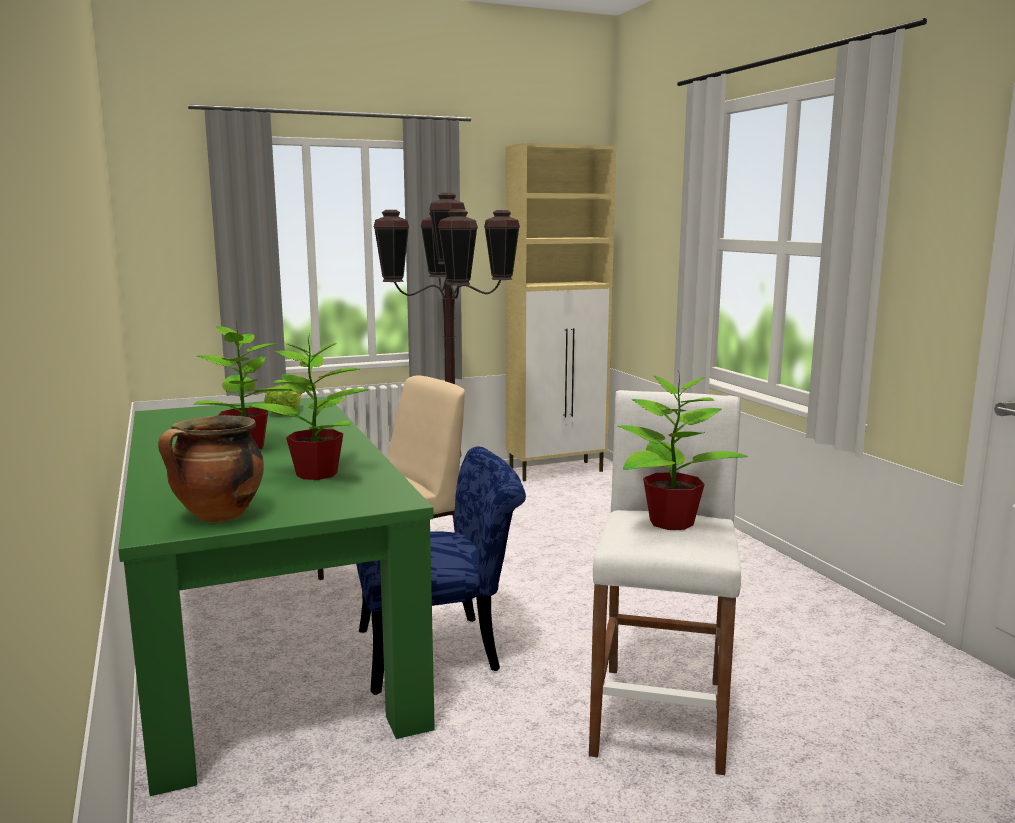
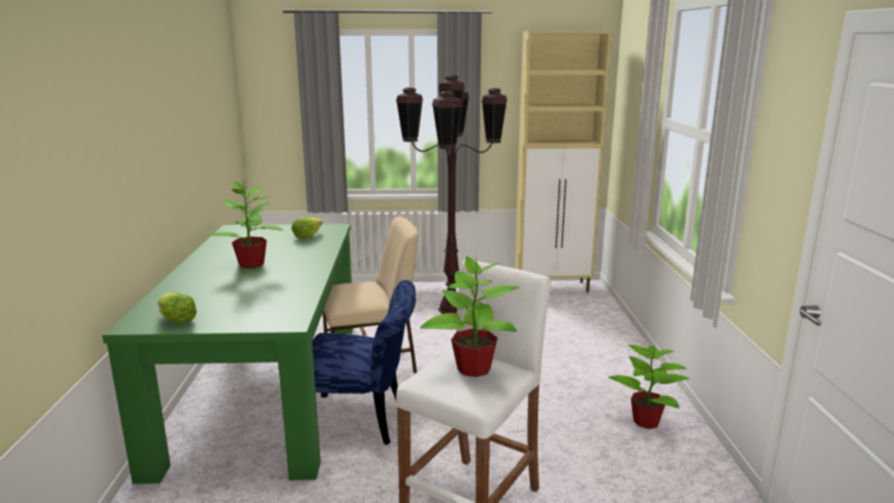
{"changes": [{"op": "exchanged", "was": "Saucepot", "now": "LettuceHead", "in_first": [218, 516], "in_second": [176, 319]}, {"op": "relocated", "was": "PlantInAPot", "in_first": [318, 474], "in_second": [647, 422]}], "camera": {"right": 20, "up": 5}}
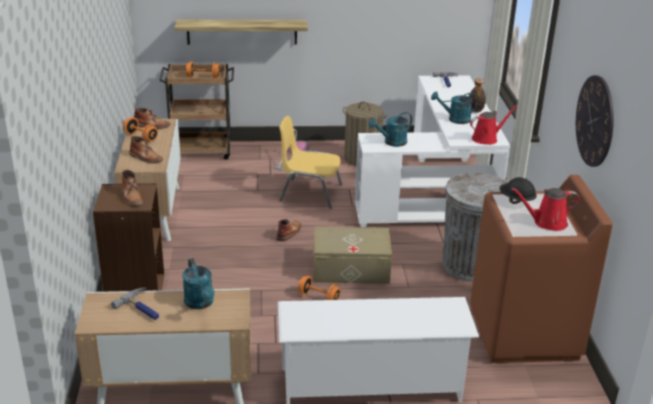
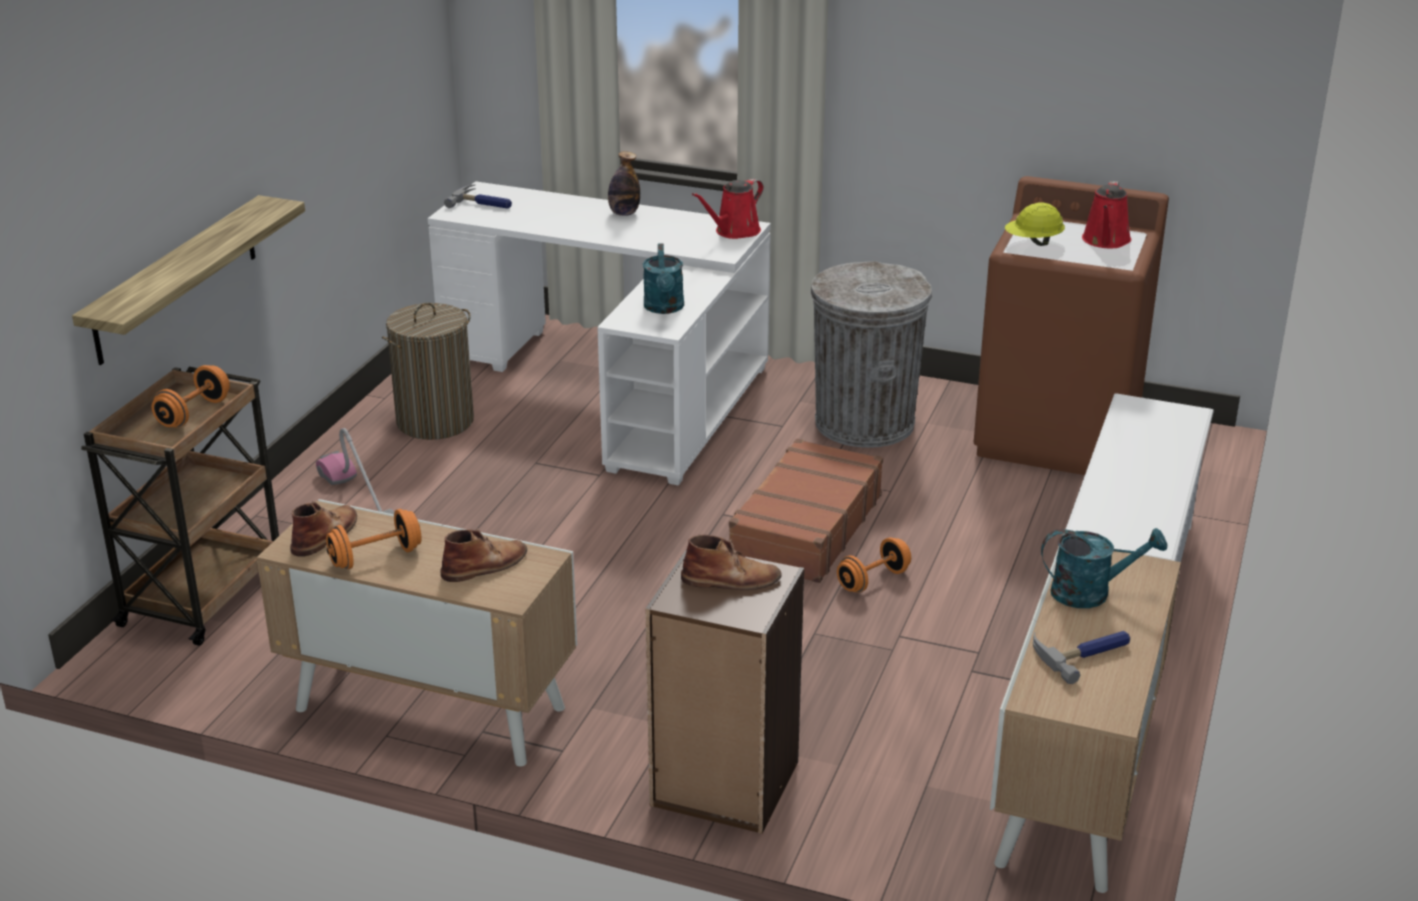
{"changes": [{"op": "spun", "was": "RedColouredSprinklingCan", "in_first": [487, 138], "in_second": [734, 232], "clockwise": -135}, {"op": "exchanged", "was": "BeigeColouredStorageBin", "now": "BrownColouredTravelCase", "in_first": [351, 269], "in_second": [805, 528]}, {"op": "colour", "was": "BlackColouredSafetyHelmet", "now": "YellowishSafetyHelmet", "in_first": [516, 201], "in_second": [1033, 242]}, {"op": "missing", "was": "BrownColouredTallBoot", "in_first": [289, 232]}, {"op": "missing", "was": "YellowishChair", "in_first": [309, 193]}, {"op": "missing", "was": "TurquoiseColouredSprinklingCan", "in_first": [455, 119]}, {"op": "missing", "was": "HangingClock", "in_first": [595, 121]}], "camera": {"right": -65, "up": 0}}
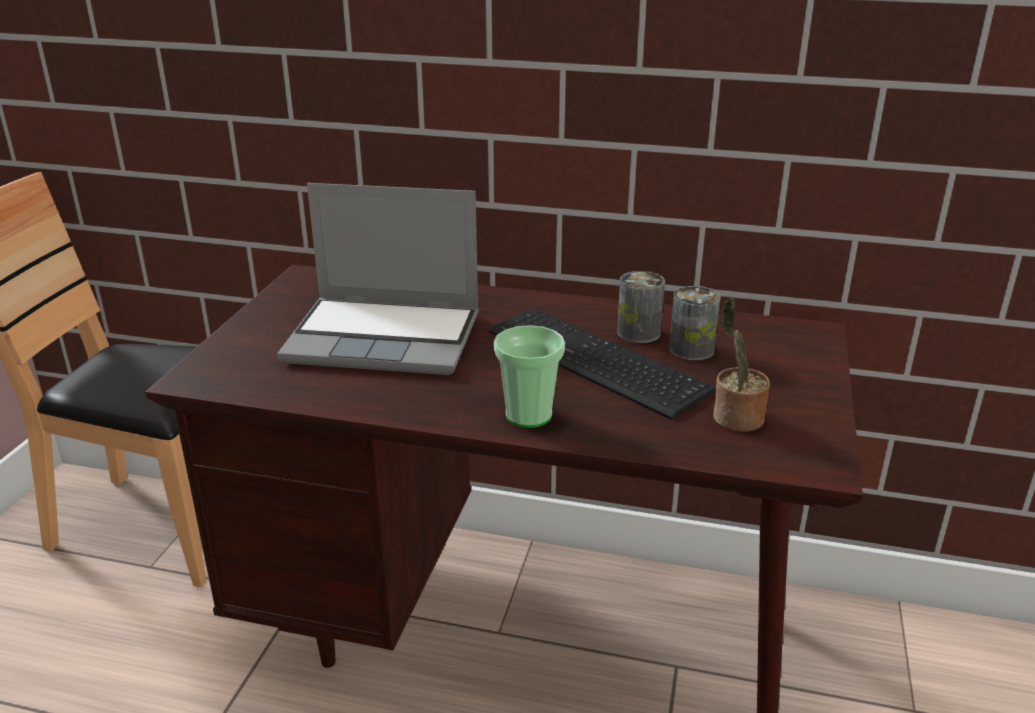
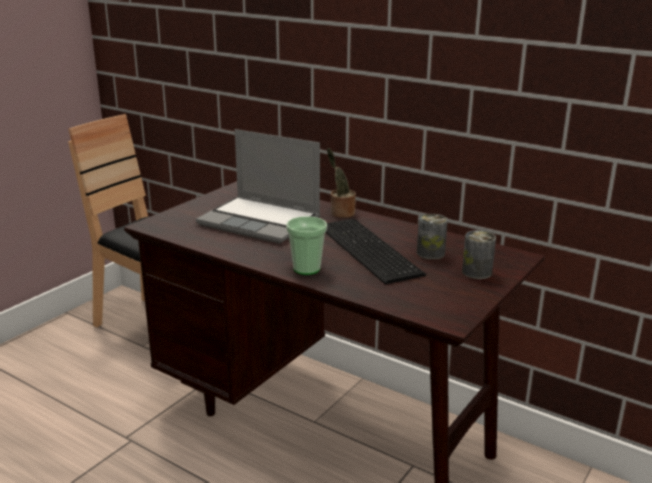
{"changes": [{"op": "relocated", "was": "PlantInAPot", "in_first": [735, 419], "in_second": [340, 213]}, {"op": "relocated", "was": "SealedCan", "in_first": [638, 332], "in_second": [477, 272]}], "camera": {"right": 20, "up": -5}}
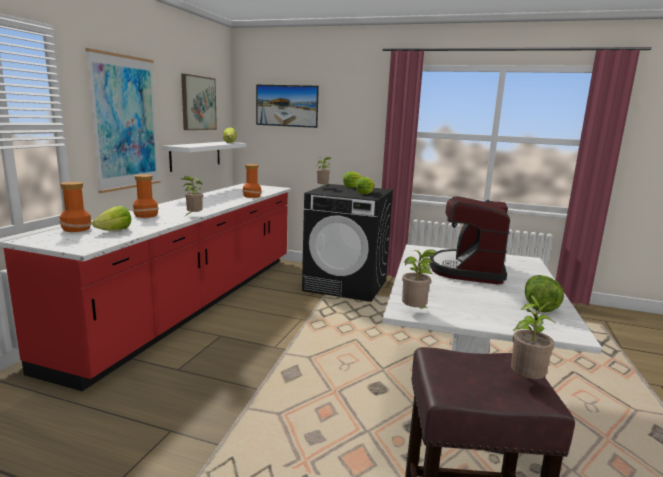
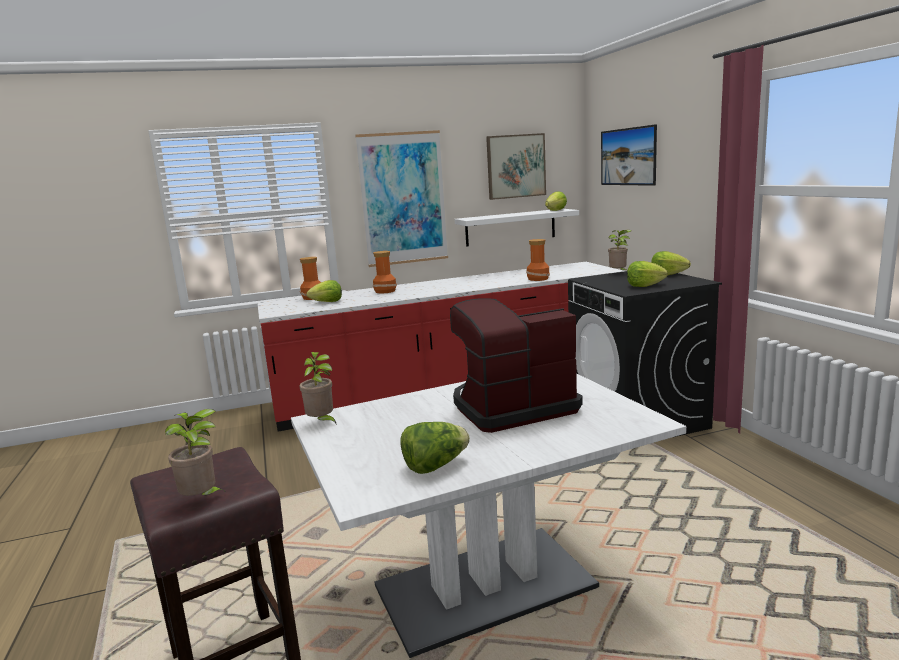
{"changes": [{"op": "missing", "was": "PlantInAPot", "in_first": [193, 216]}], "camera": {"right": 55, "up": 0}}
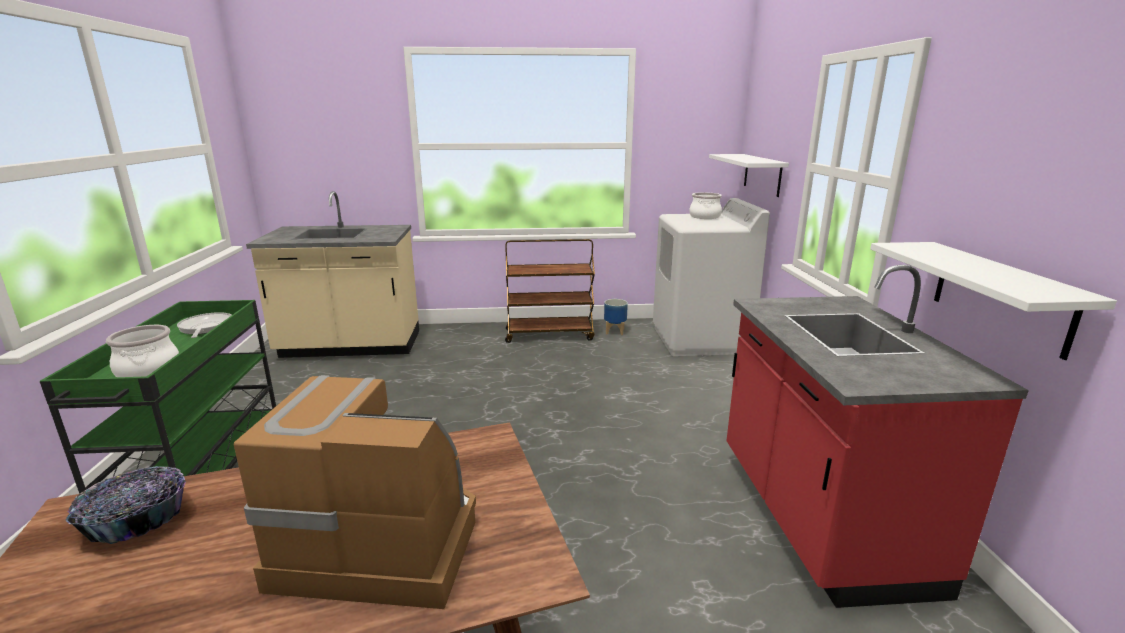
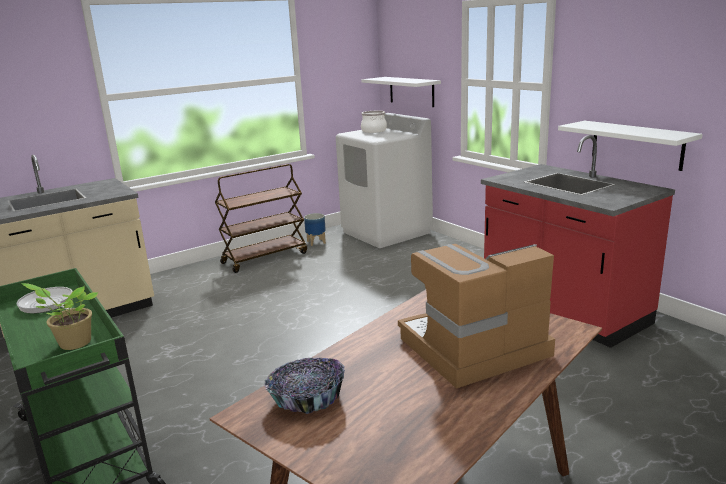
{"changes": [{"op": "exchanged", "was": "Saucepot", "now": "PlantInAPot", "in_first": [149, 370], "in_second": [72, 343]}], "camera": {"right": -30, "up": 0}}
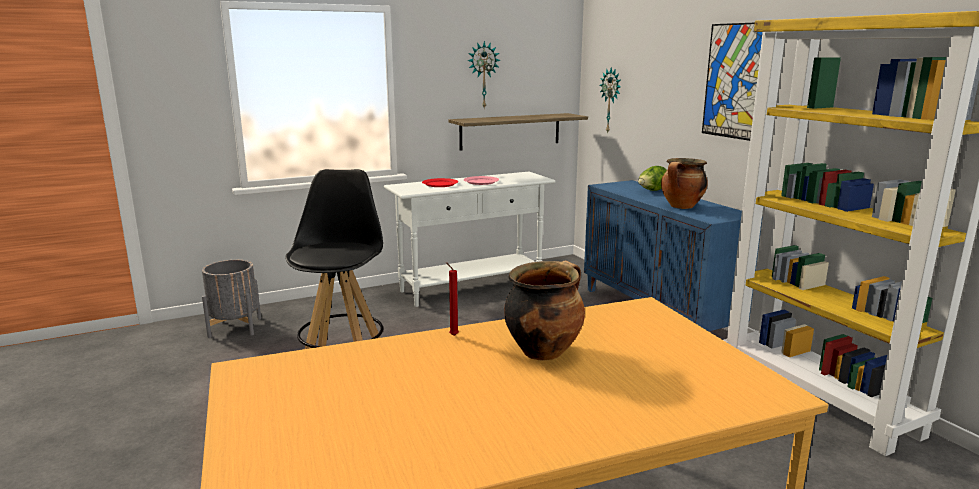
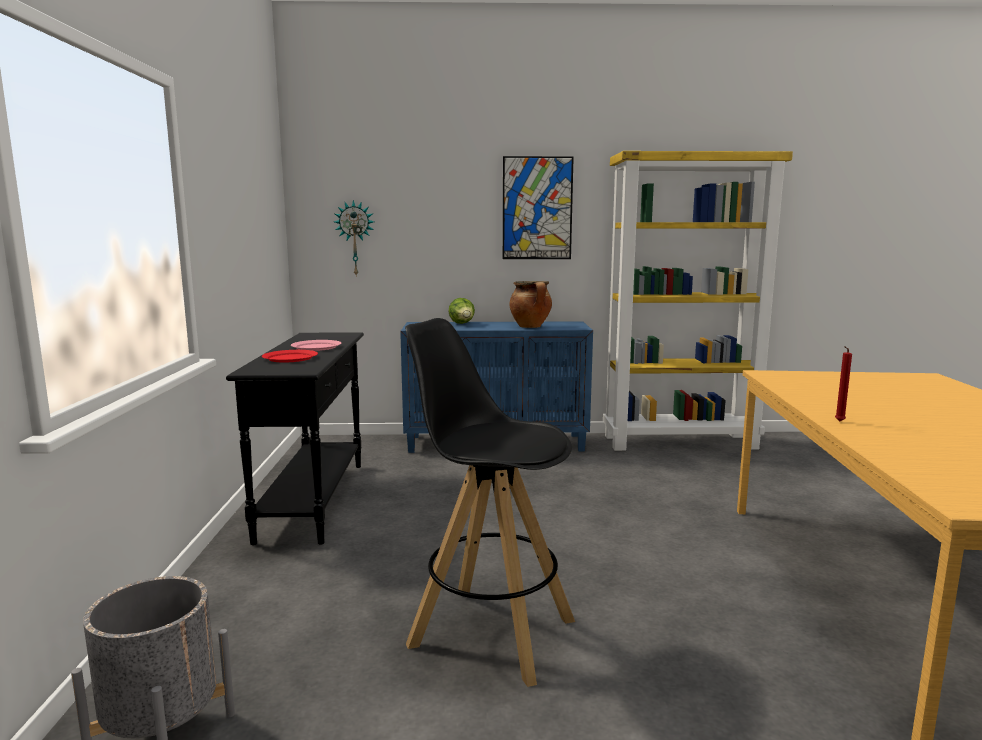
{"changes": [{"op": "colour", "was": "WhiteColouredNarrowTable", "now": "BlackColouredNarrowTable", "in_first": [472, 288], "in_second": [314, 500]}, {"op": "missing", "was": "WallShelf", "in_first": [510, 131]}, {"op": "missing", "was": "HangingClock", "in_first": [482, 75]}, {"op": "missing", "was": "Saucepot", "in_first": [543, 350]}], "camera": {"right": -65, "up": -5}}
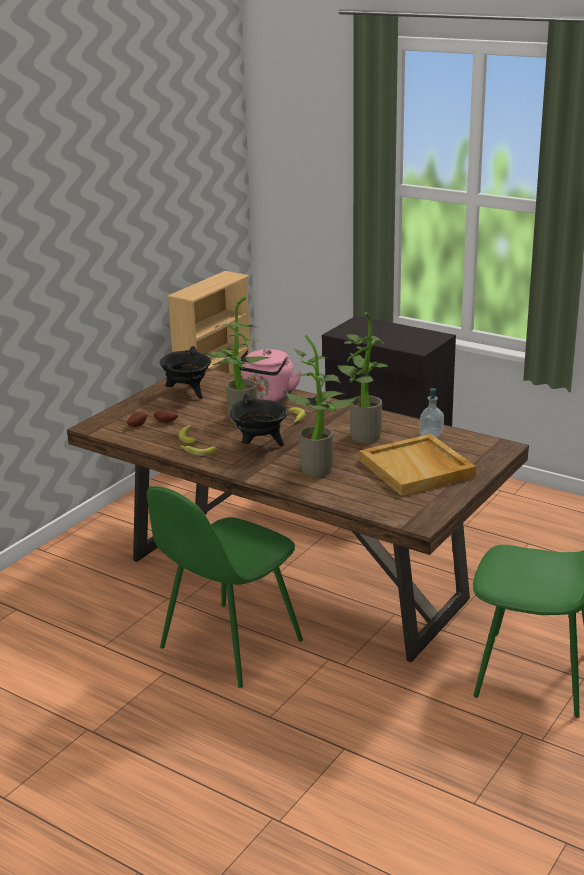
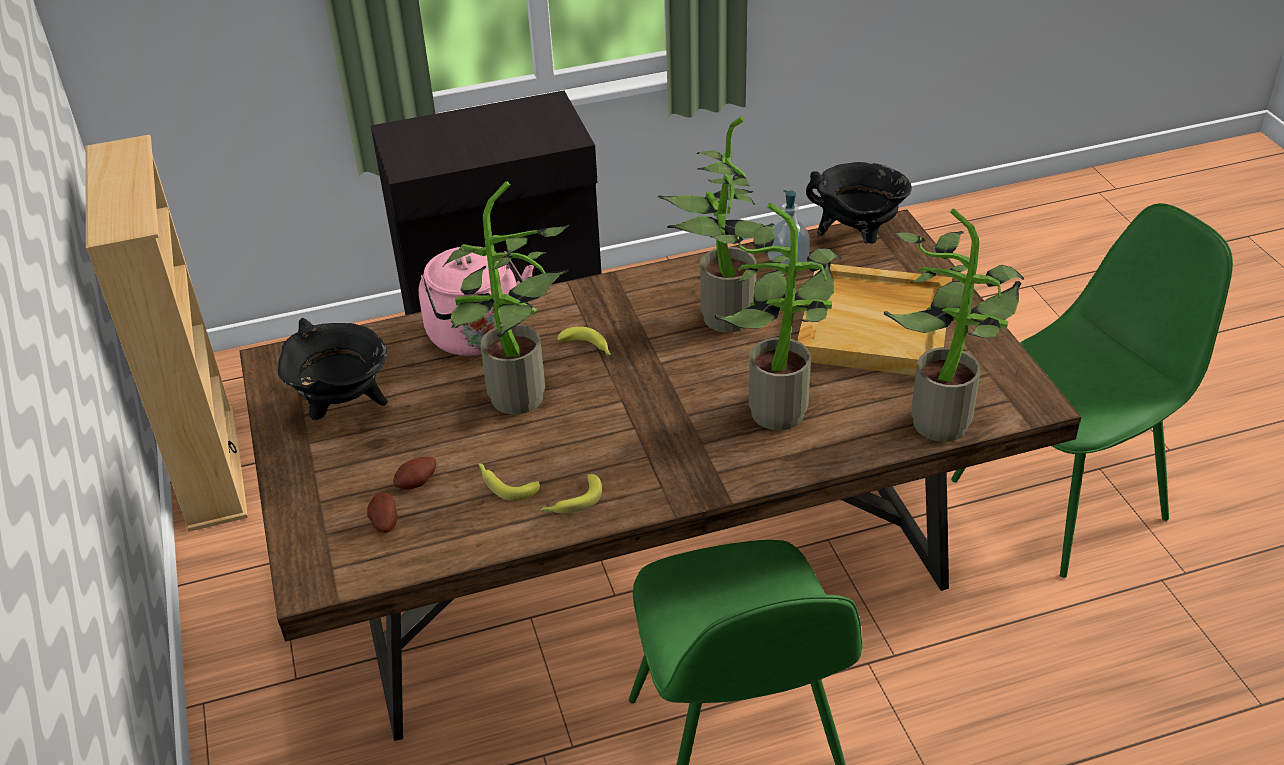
{"changes": [{"op": "relocated", "was": "BlackColouredSaucepot", "in_first": [260, 445], "in_second": [857, 237]}, {"op": "appeared", "now": "PlantInAPot", "in_second": [943, 417]}], "camera": {"right": -50, "up": 15}}
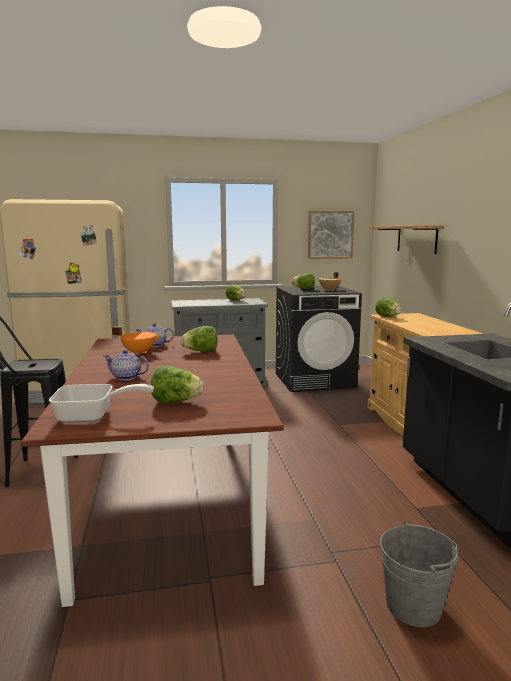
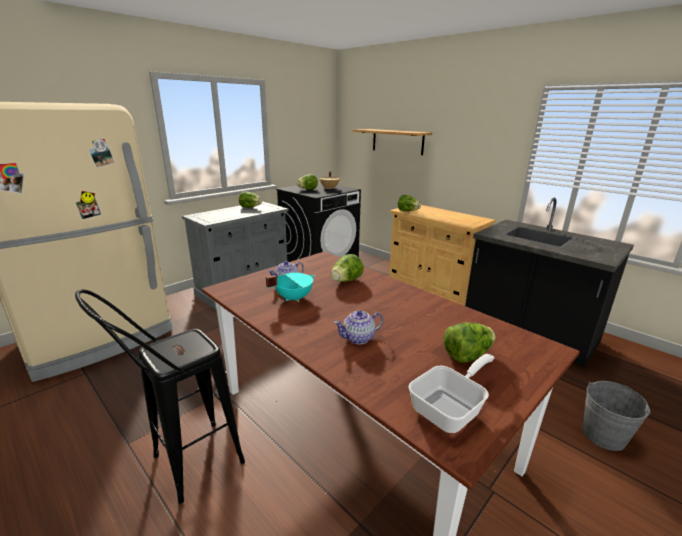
{"changes": [{"op": "colour", "was": "OrangeColouredSaucepot", "now": "TurquoiseColouredSaucepot", "in_first": [139, 352], "in_second": [293, 298]}, {"op": "missing", "was": "WallArt", "in_first": [330, 234]}], "camera": {"right": -35, "up": 10}}
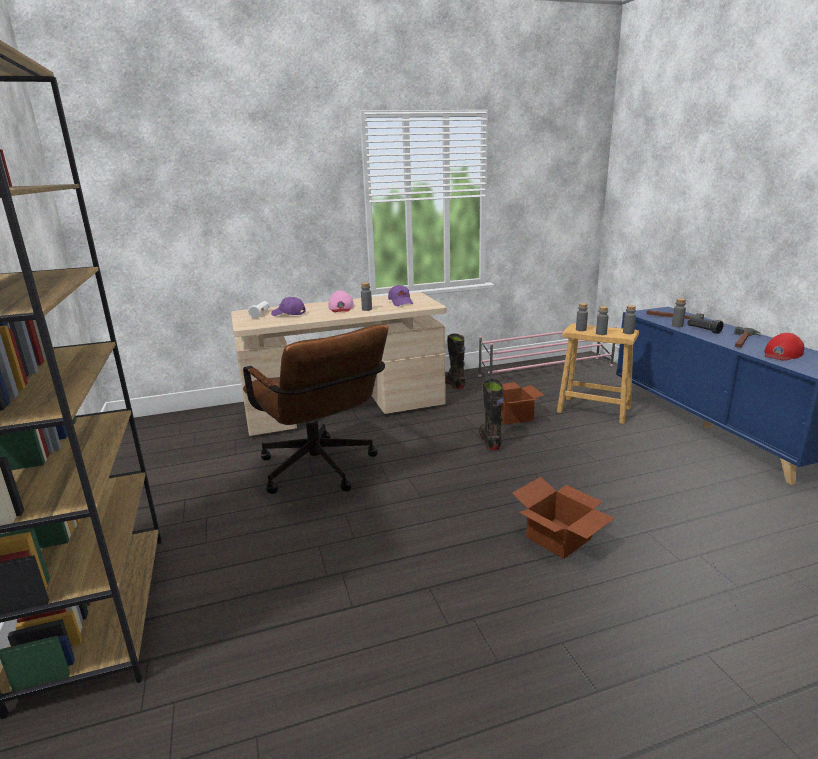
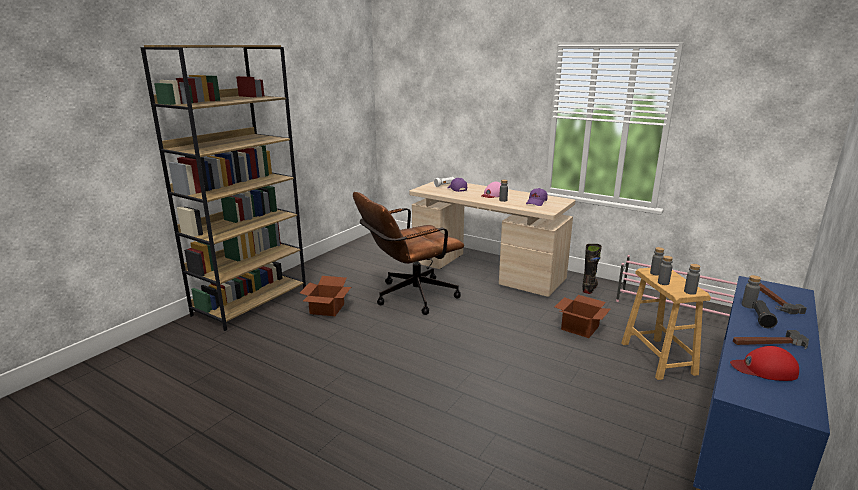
{"changes": [{"op": "relocated", "was": "CardboardBox", "in_first": [559, 539], "in_second": [326, 309]}, {"op": "spun", "was": "BrownColouredOfficeChair", "in_first": [322, 472], "in_second": [409, 297], "clockwise": 45}, {"op": "missing", "was": "BlackColouredTallBoot", "in_first": [490, 441]}], "camera": {"right": 50, "up": 0}}
